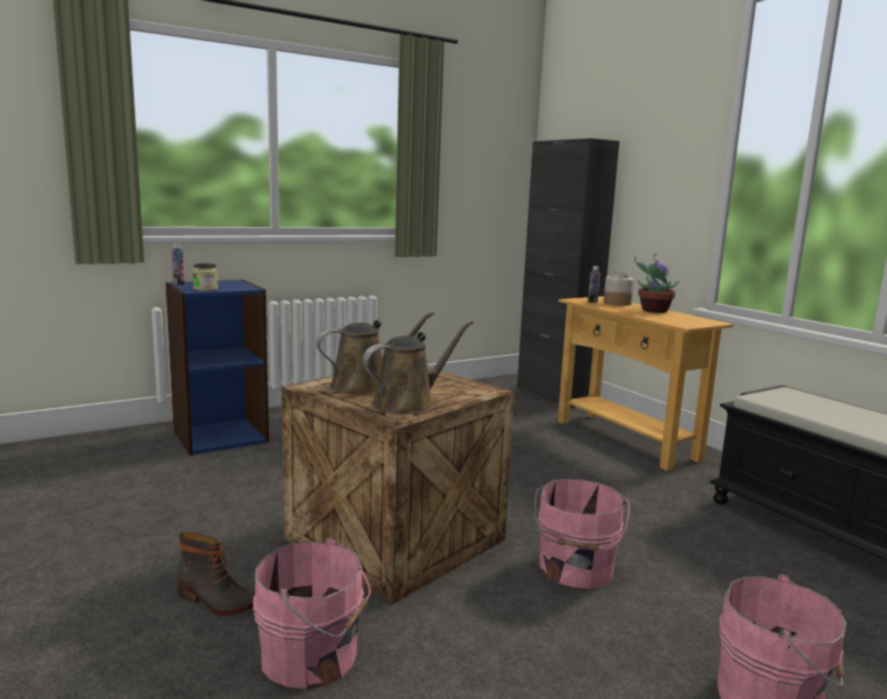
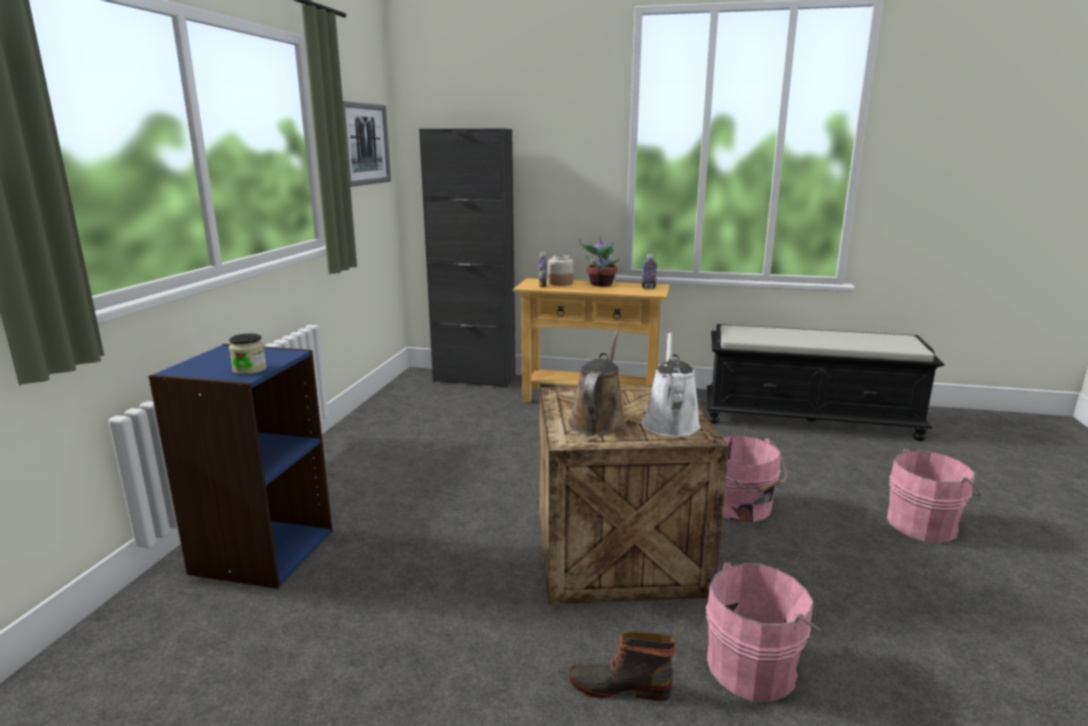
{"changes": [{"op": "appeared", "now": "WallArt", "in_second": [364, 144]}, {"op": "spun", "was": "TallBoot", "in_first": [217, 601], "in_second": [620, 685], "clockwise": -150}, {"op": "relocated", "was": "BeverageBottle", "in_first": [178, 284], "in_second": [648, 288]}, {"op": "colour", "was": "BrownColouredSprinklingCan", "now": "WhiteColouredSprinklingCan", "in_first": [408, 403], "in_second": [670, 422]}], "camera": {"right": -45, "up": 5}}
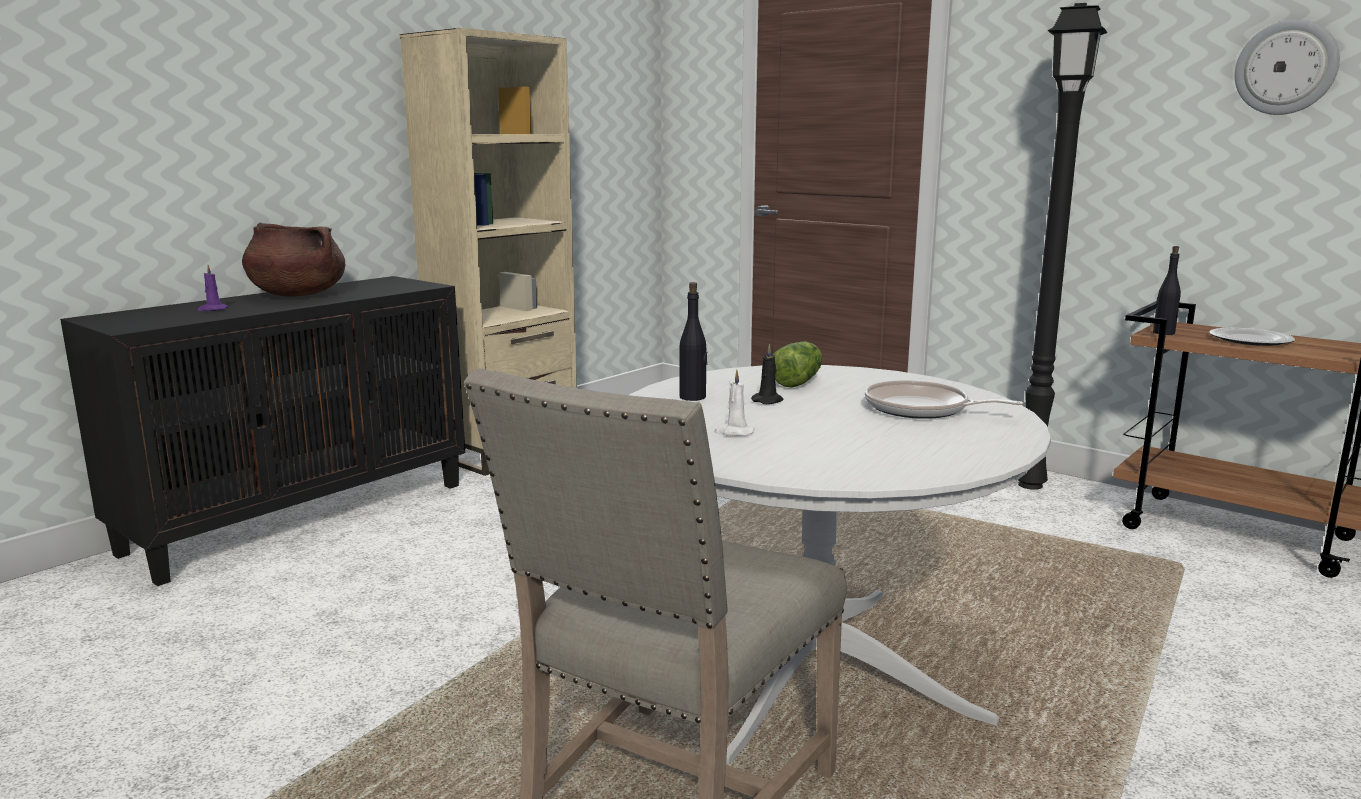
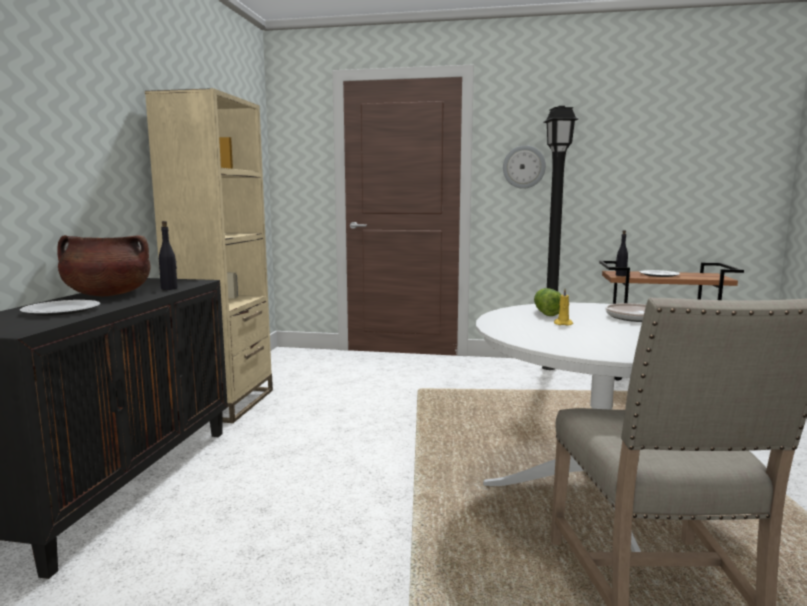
{"changes": [{"op": "exchanged", "was": "PurpleColouredWaxLight", "now": "Plate", "in_first": [212, 309], "in_second": [60, 310]}, {"op": "relocated", "was": "BlackColouredBeverageBottle", "in_first": [693, 397], "in_second": [169, 288]}, {"op": "relocated", "was": "HangingClock", "in_first": [1286, 67], "in_second": [524, 167]}, {"op": "colour", "was": "BlackColouredWaxLight", "now": "YellowishWaxLight", "in_first": [768, 401], "in_second": [563, 323]}, {"op": "missing", "was": "WhiteColouredWaxLight", "in_first": [734, 432]}], "camera": {"right": -30, "up": -5}}
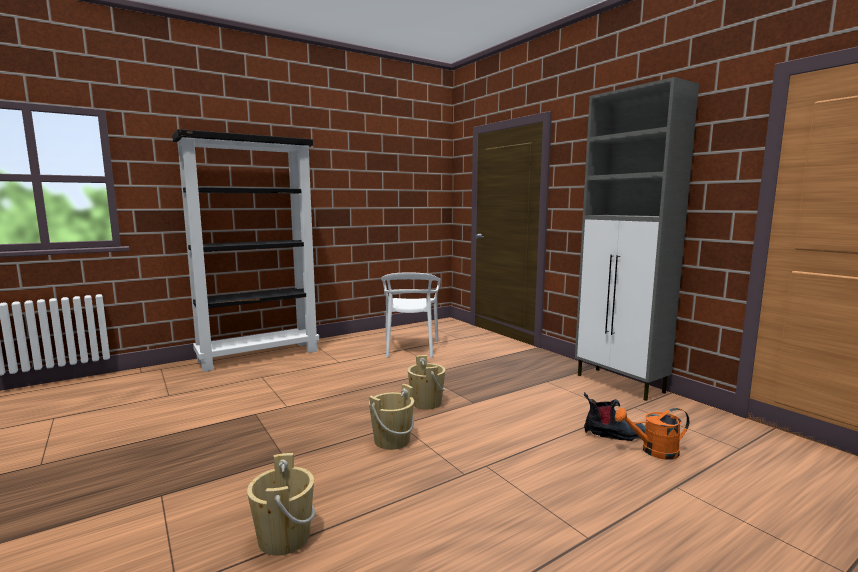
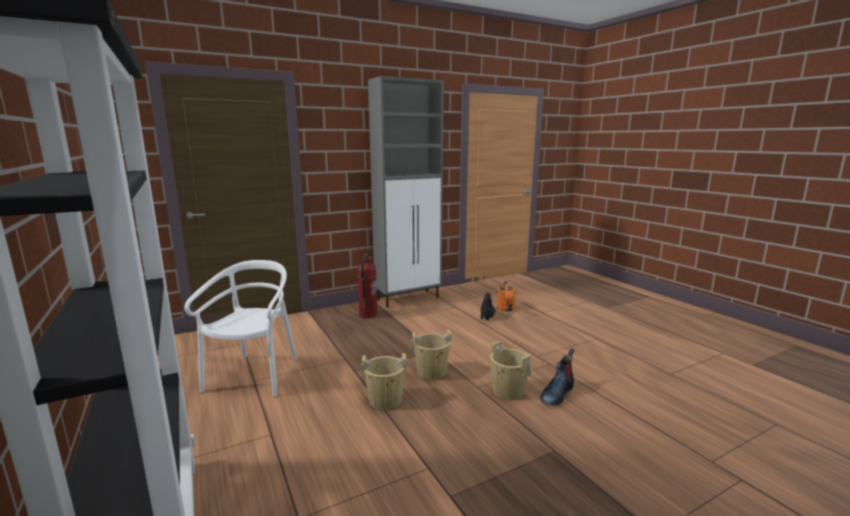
{"changes": [{"op": "spun", "was": "WhiteColouredChair", "in_first": [410, 348], "in_second": [254, 376], "clockwise": -90}, {"op": "appeared", "now": "FireExtinguisher", "in_second": [368, 315]}, {"op": "relocated", "was": "BeigeColouredBucket", "in_first": [284, 537], "in_second": [385, 400]}, {"op": "appeared", "now": "TallBoot", "in_second": [557, 393]}], "camera": {"right": -85, "up": 5}}
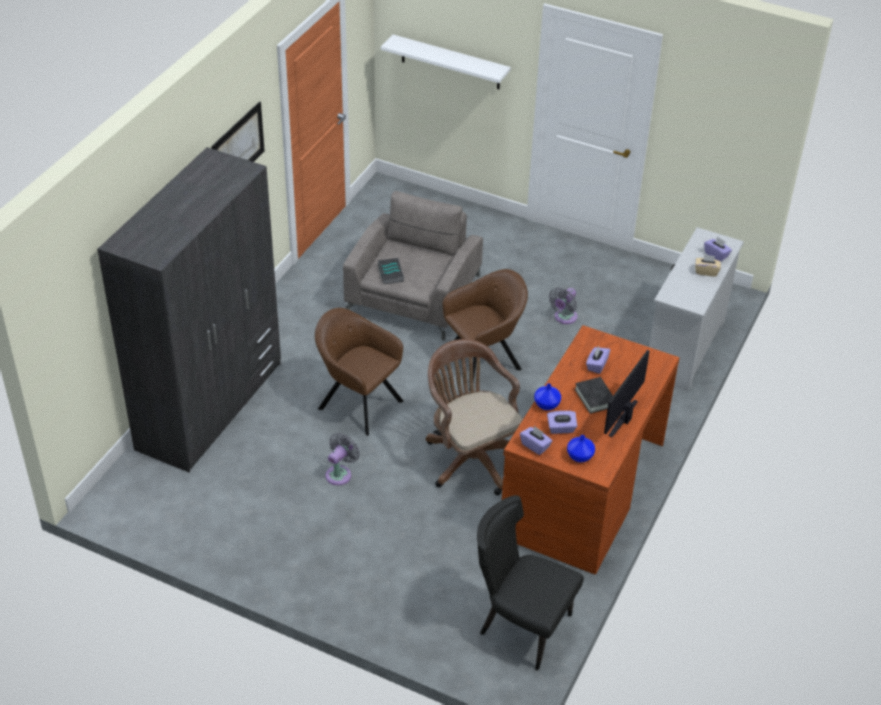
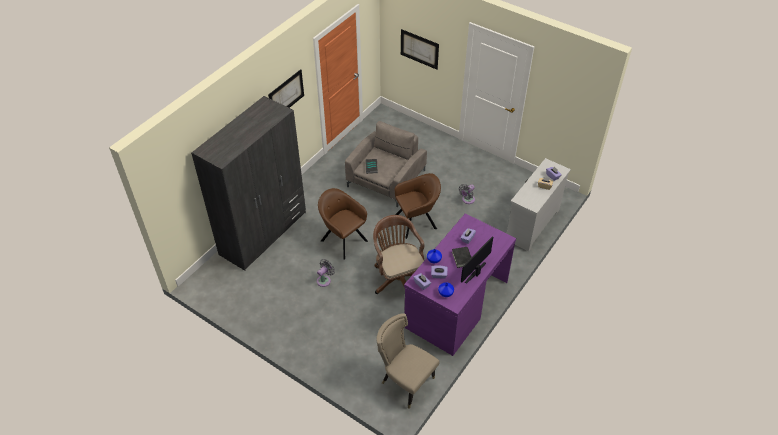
{"changes": [{"op": "colour", "was": "BlackColouredChair", "now": "BeigeColouredChair", "in_first": [521, 626], "in_second": [405, 381]}, {"op": "exchanged", "was": "WhiteColouredWallShelf", "now": "WallArt", "in_first": [450, 62], "in_second": [419, 49]}, {"op": "colour", "was": "BrownColouredDesk", "now": "PurpleColouredDesk", "in_first": [582, 489], "in_second": [456, 304]}], "camera": {"right": 10, "up": 5}}
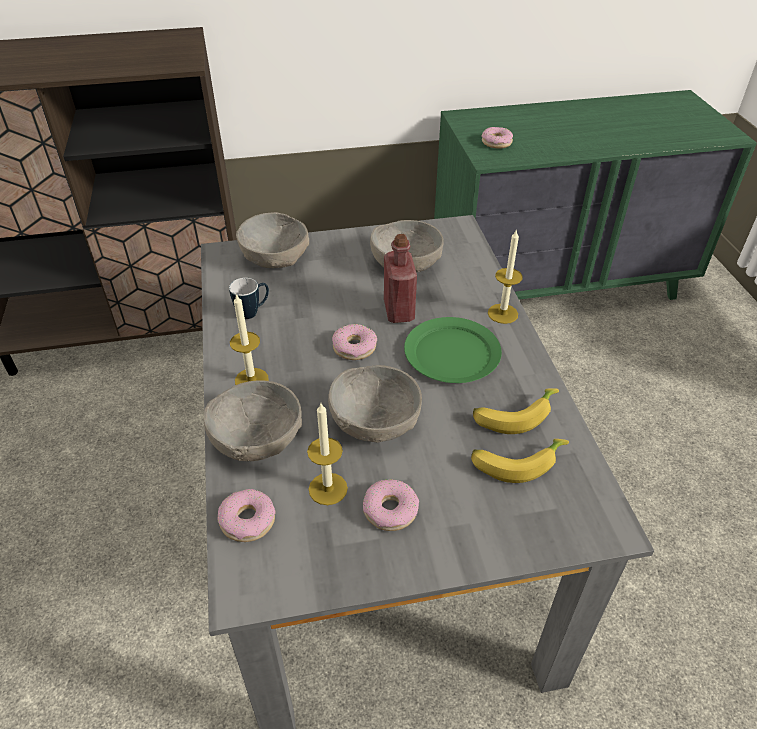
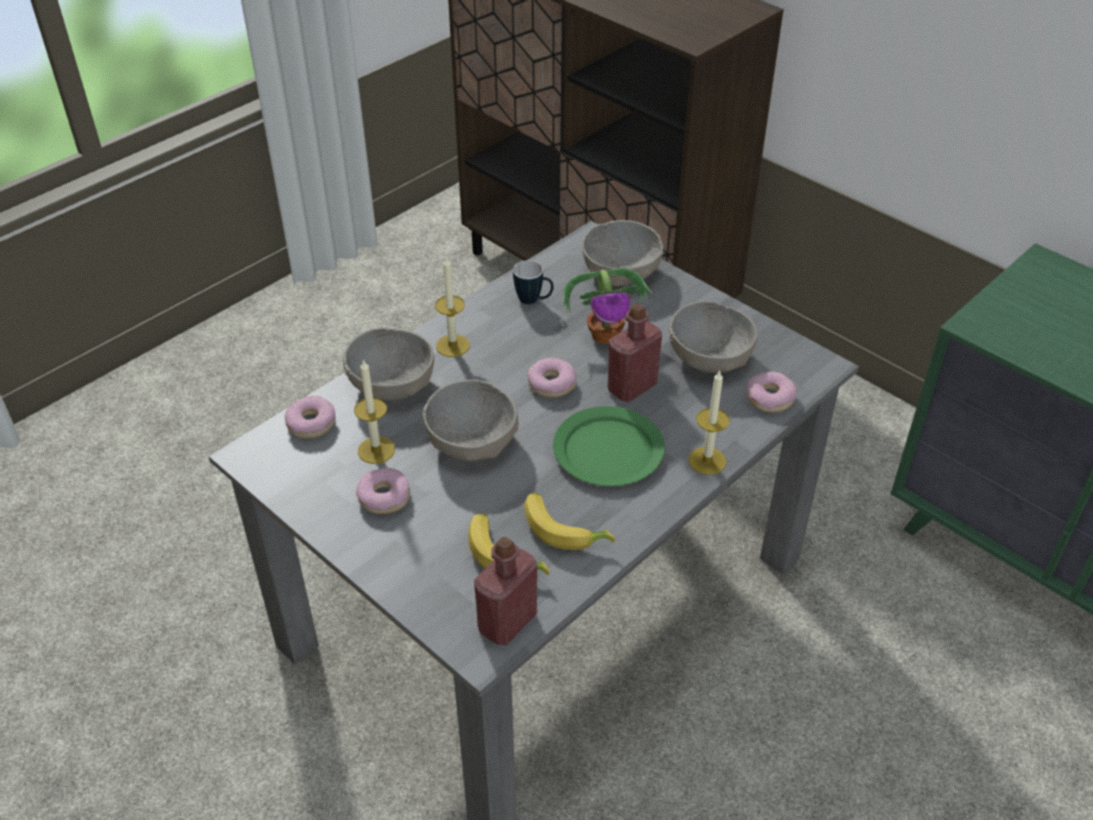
{"changes": [{"op": "appeared", "now": "RedColouredBeverageBottle", "in_second": [507, 622]}, {"op": "appeared", "now": "PlantInAPot", "in_second": [606, 334]}, {"op": "relocated", "was": "RingDoughnut", "in_first": [496, 142], "in_second": [770, 398]}], "camera": {"right": 55, "up": 0}}
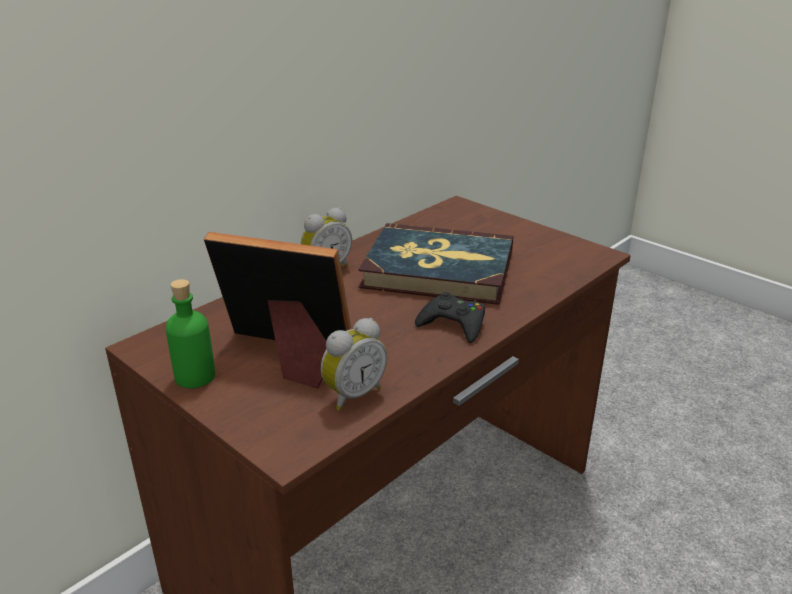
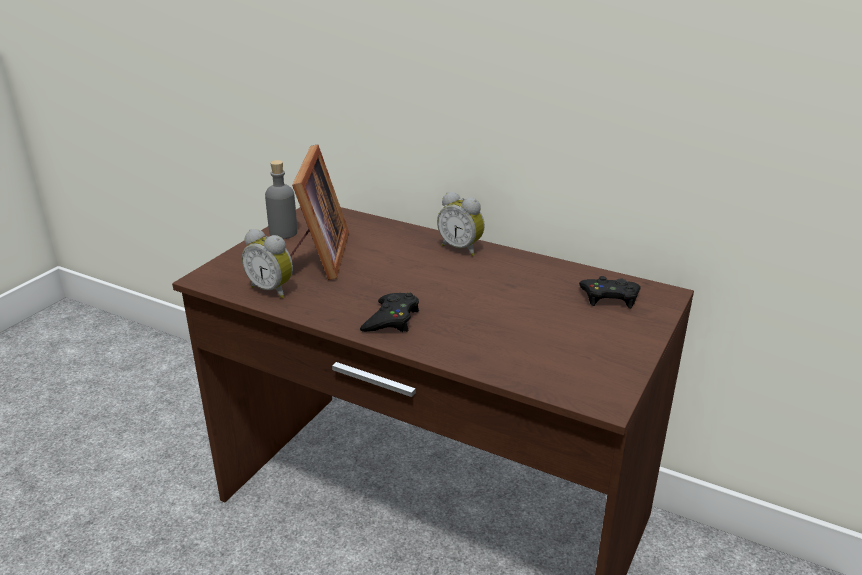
{"changes": [{"op": "colour", "was": "GreenishBeverageBottle", "now": "GreyBeverageBottle", "in_first": [195, 376], "in_second": [283, 233]}, {"op": "appeared", "now": "BlackColouredGamepad", "in_second": [609, 297]}, {"op": "missing", "was": "Book", "in_first": [438, 269]}], "camera": {"right": 75, "up": 0}}
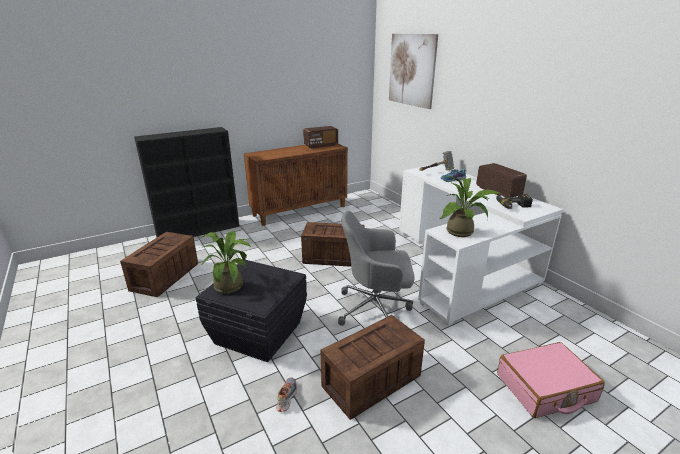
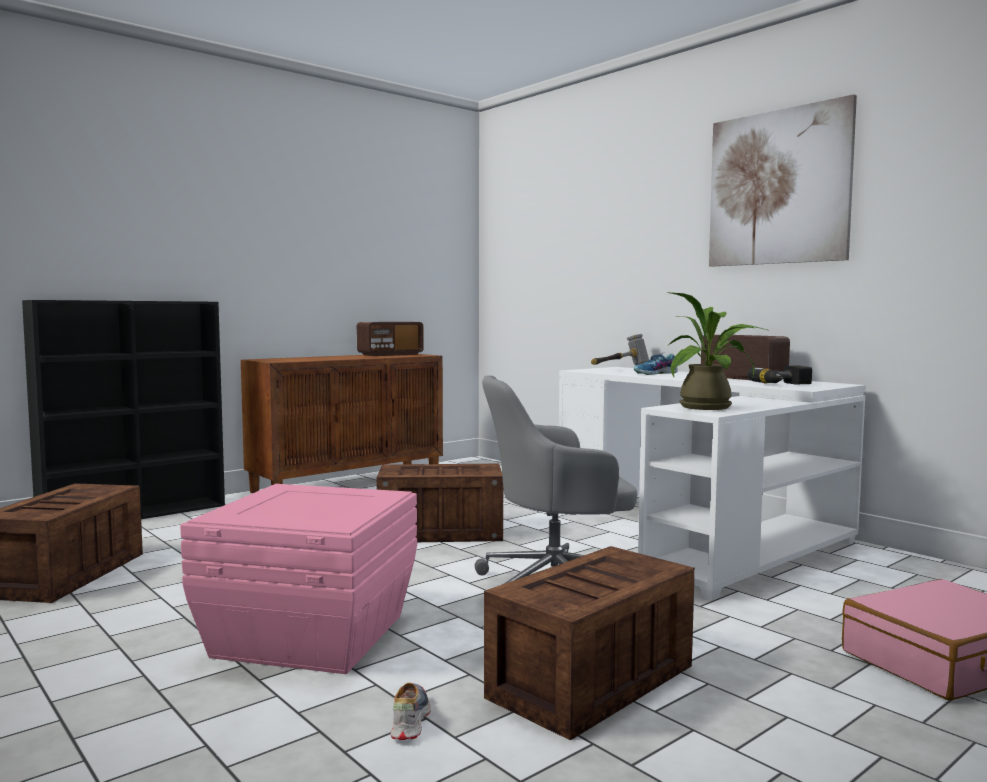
{"changes": [{"op": "colour", "was": "BlackColouredStorageBin", "now": "PinkishStorageBin", "in_first": [257, 333], "in_second": [308, 636]}, {"op": "relocated", "was": "WallArt", "in_first": [412, 70], "in_second": [778, 187]}, {"op": "missing", "was": "PlantInAPot", "in_first": [231, 284]}], "camera": {"right": -10, "up": -20}}
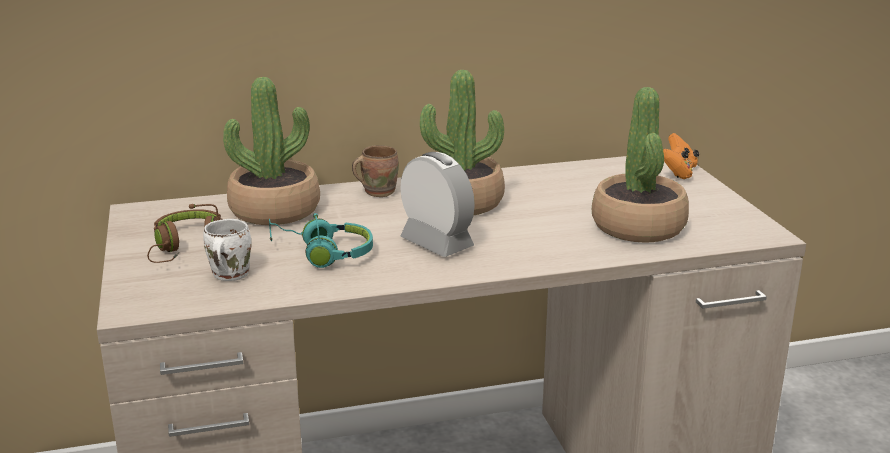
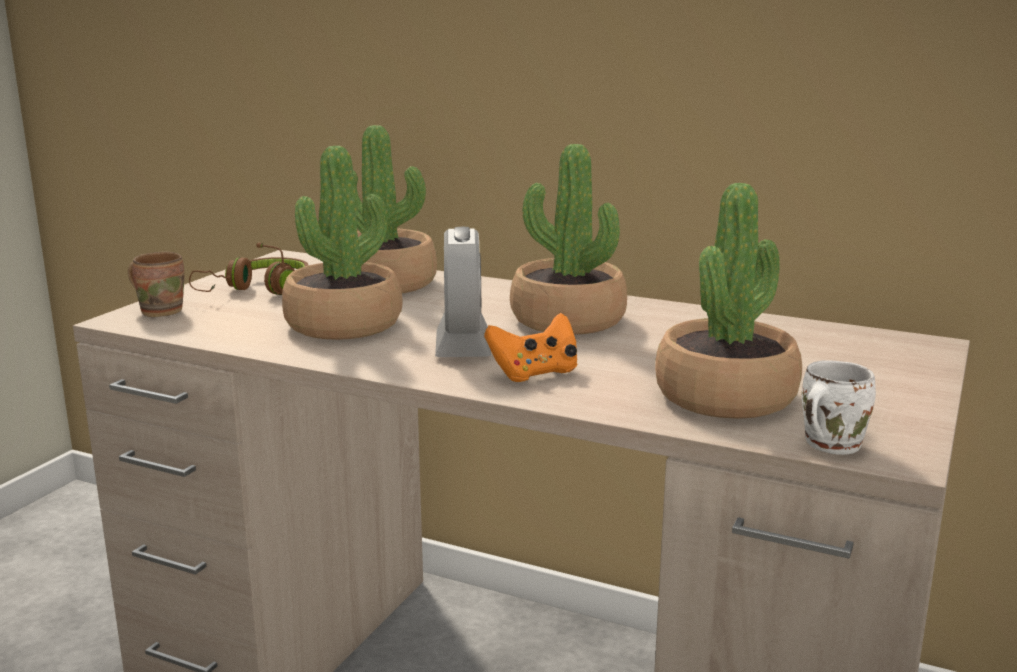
{"changes": [{"op": "relocated", "was": "BrownColouredMug", "in_first": [377, 191], "in_second": [161, 311]}, {"op": "exchanged", "was": "TurquoiseColouredPairOfHeadphones", "now": "PlantInAPot", "in_first": [322, 254], "in_second": [344, 324]}, {"op": "relocated", "was": "OrangeColouredGamepad", "in_first": [678, 172], "in_second": [535, 373]}, {"op": "relocated", "was": "WhiteColouredMug", "in_first": [227, 275], "in_second": [827, 444]}], "camera": {"right": 40, "up": -5}}
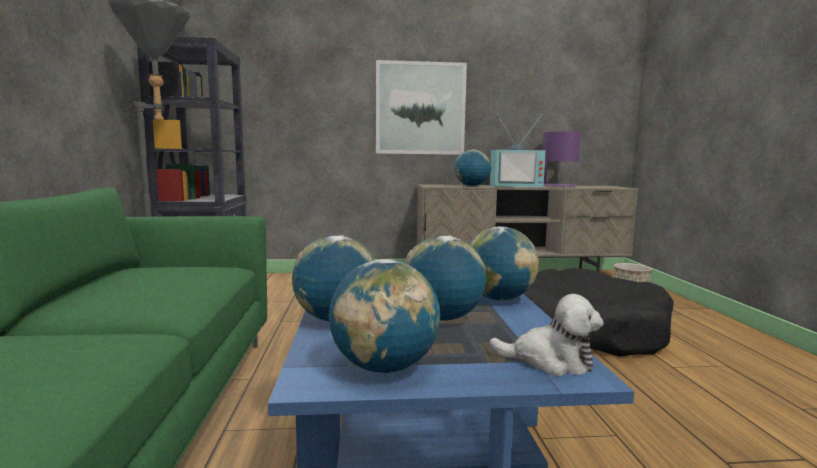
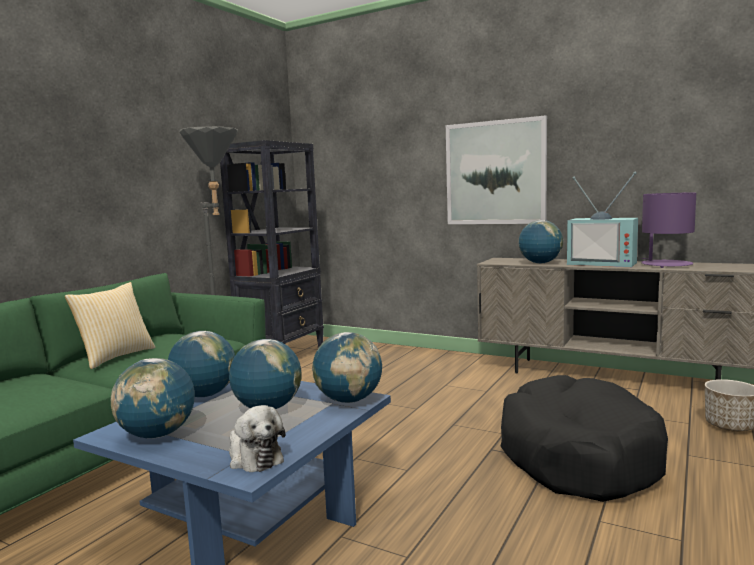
{"changes": [{"op": "appeared", "now": "Cushion", "in_second": [115, 357]}], "camera": {"right": 35, "up": 0}}
